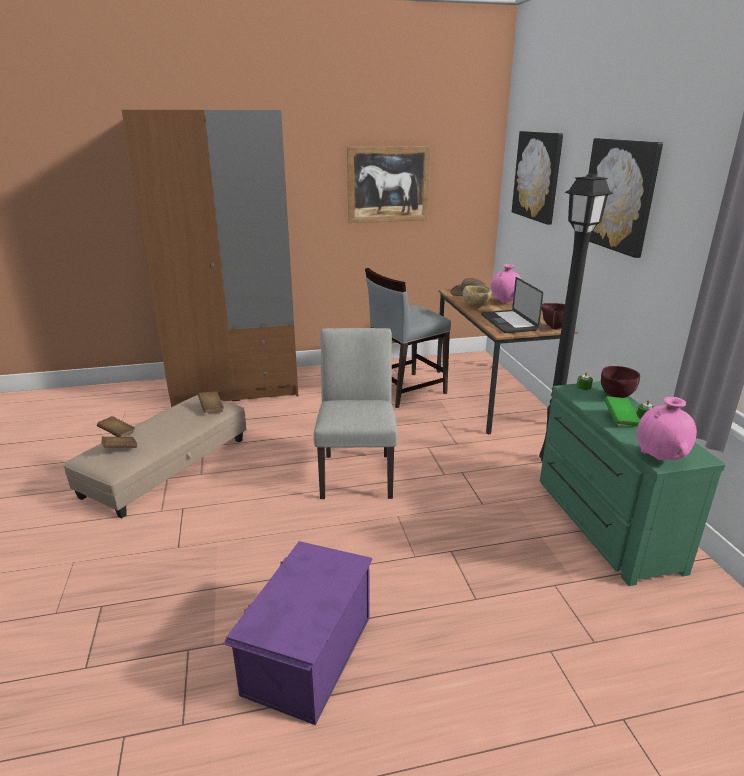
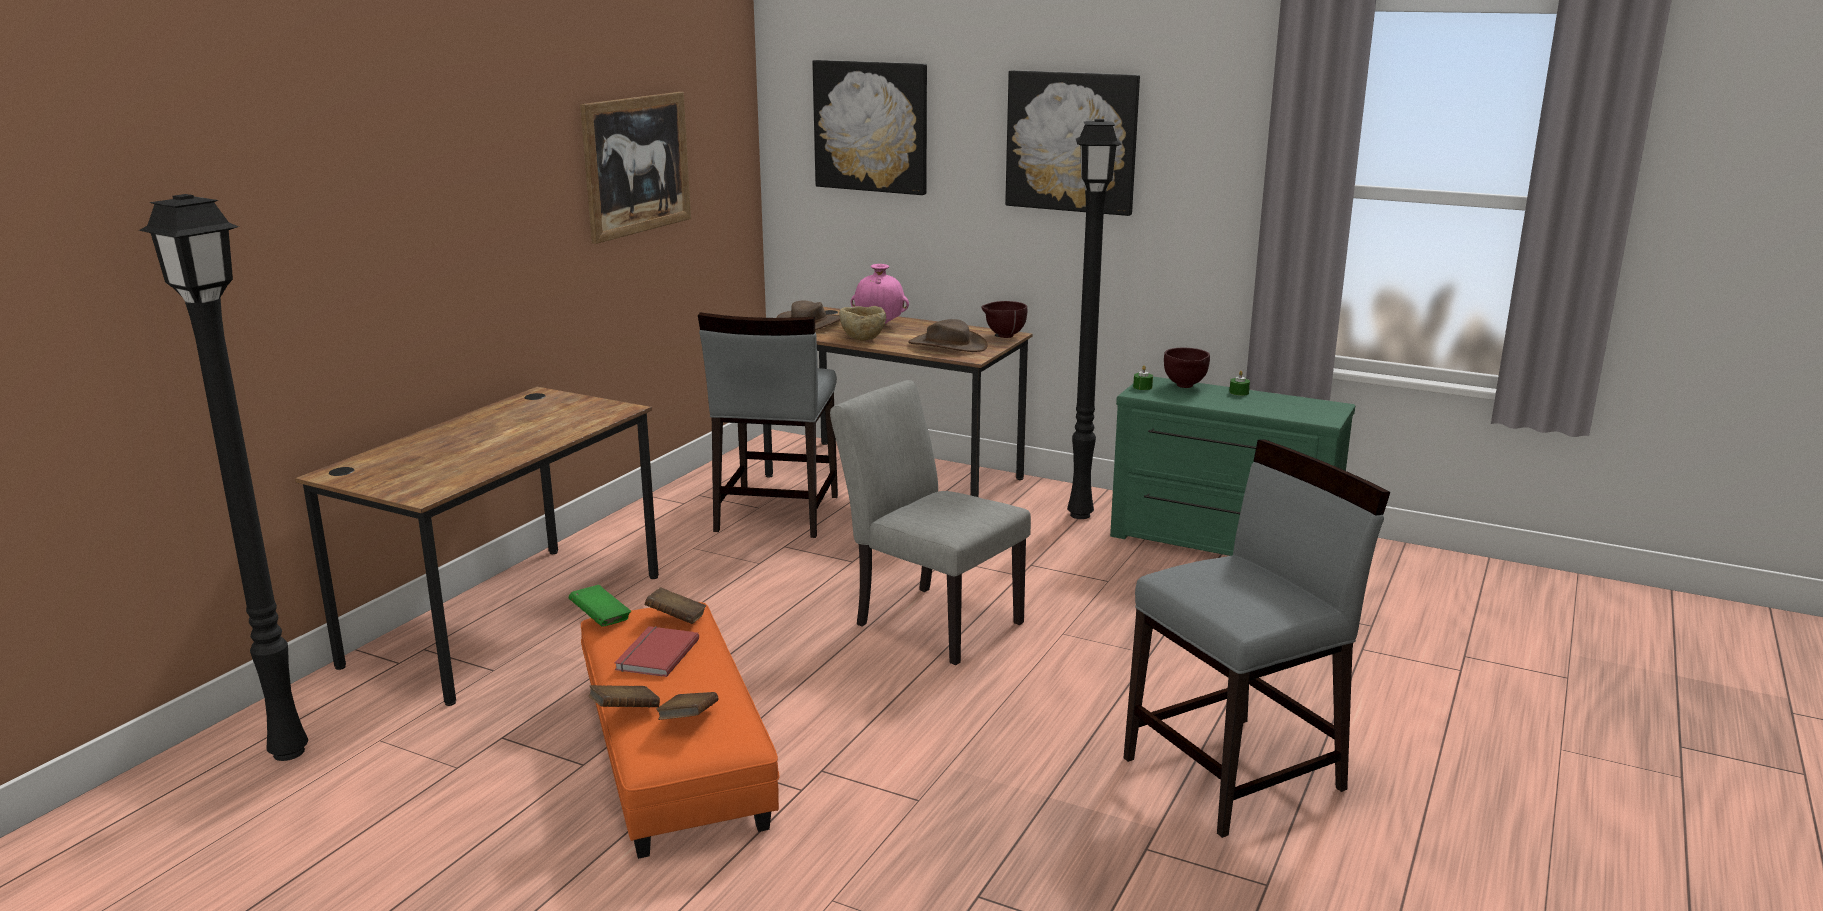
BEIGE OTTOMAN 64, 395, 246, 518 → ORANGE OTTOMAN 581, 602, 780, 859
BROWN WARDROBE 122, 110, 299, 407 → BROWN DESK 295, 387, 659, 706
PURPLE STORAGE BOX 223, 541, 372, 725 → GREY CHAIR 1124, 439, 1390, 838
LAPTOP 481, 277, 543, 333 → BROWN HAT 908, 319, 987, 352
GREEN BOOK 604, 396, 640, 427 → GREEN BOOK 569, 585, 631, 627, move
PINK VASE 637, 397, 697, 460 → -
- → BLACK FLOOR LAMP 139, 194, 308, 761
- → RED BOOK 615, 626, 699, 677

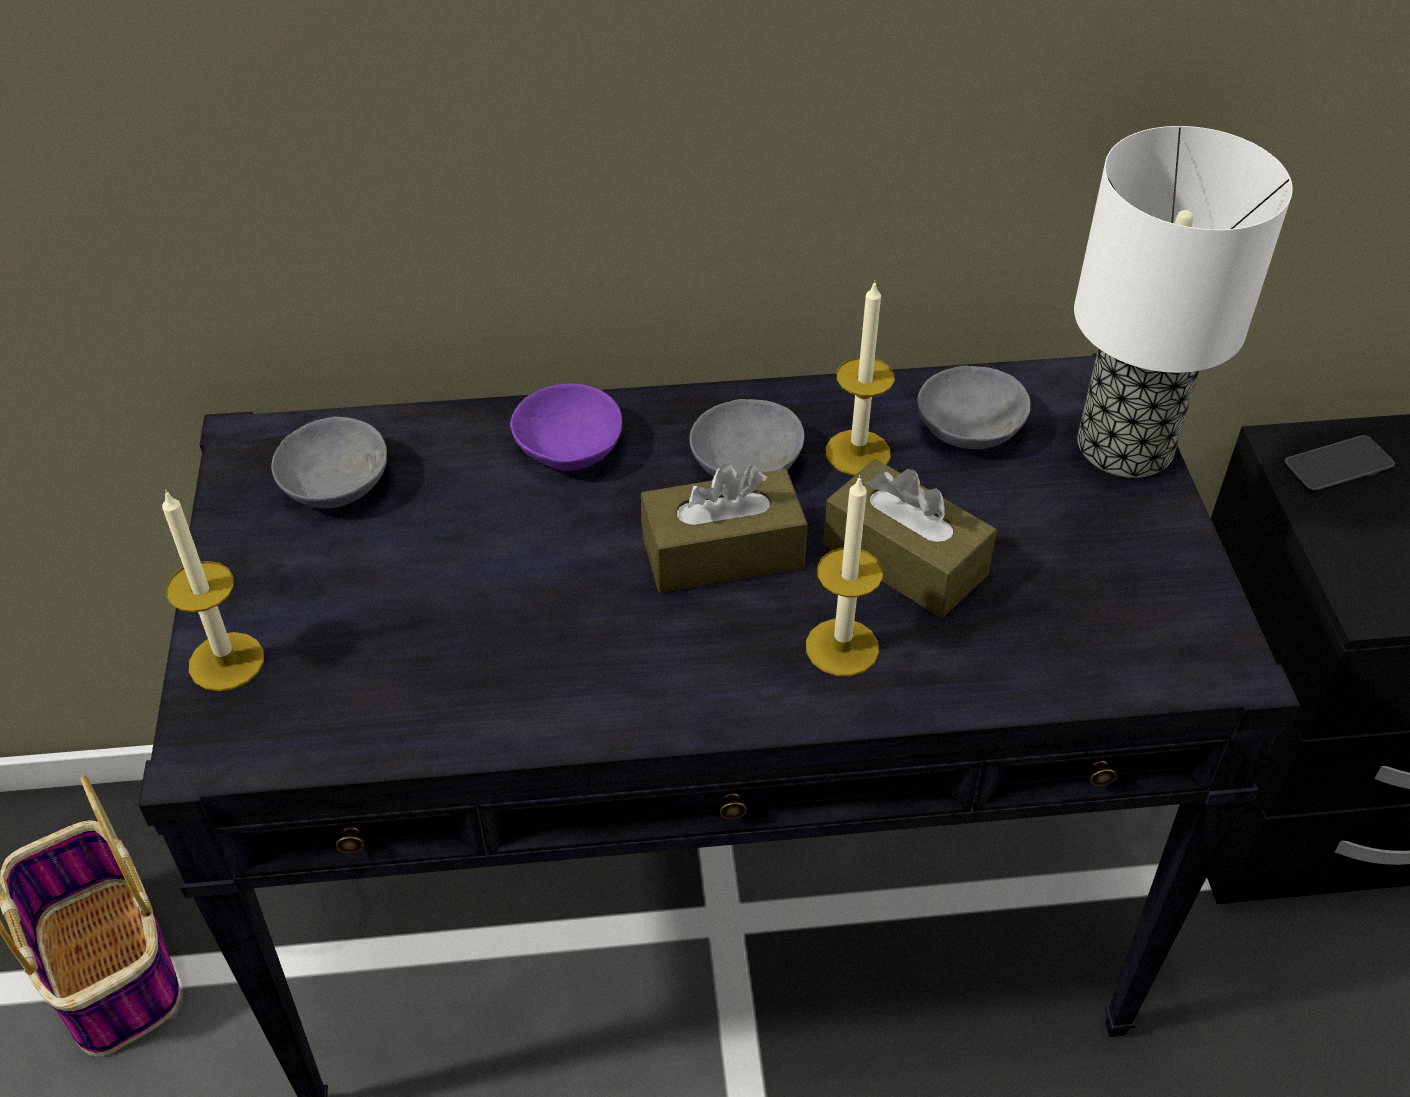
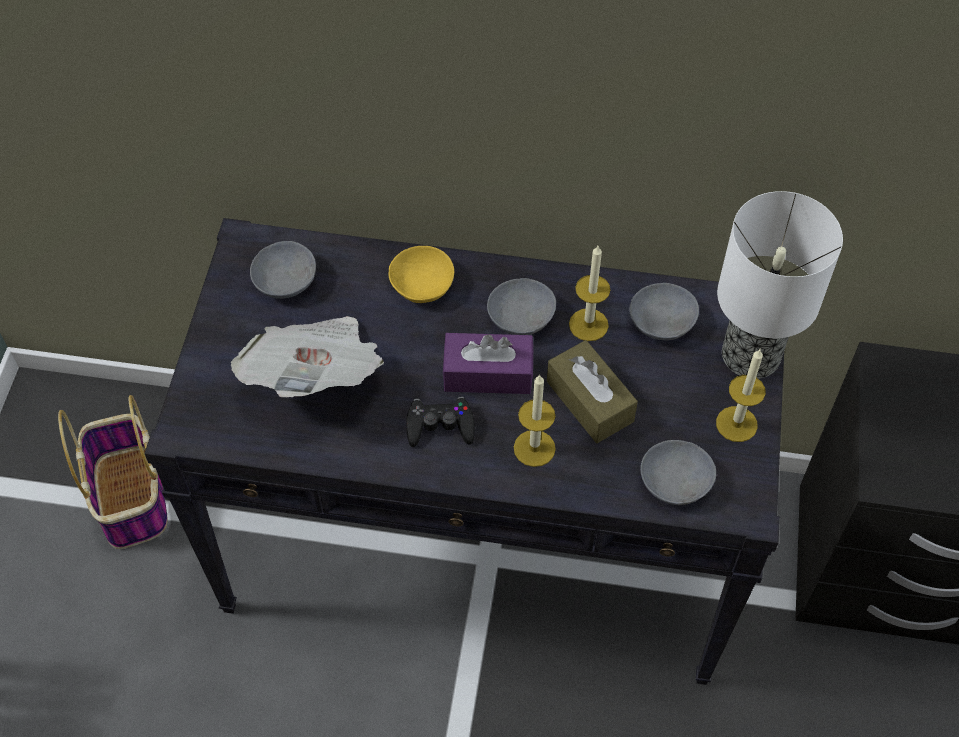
CANDLE 162, 490, 264, 691 → CANDLE 716, 349, 766, 442, move
PURPLE BOWL 510, 383, 622, 471 → YELLOW BOWL 388, 246, 454, 303
BROWN TISSUE BOX 641, 464, 807, 593 → PURPLE TISSUE BOX 443, 333, 533, 394
PHONE 1284, 435, 1395, 492 → -
- → NEWSPAPER 231, 316, 384, 397
- → BLACK GAME CONTROLLER 406, 397, 475, 447
- → GREY BOWL 640, 440, 716, 505

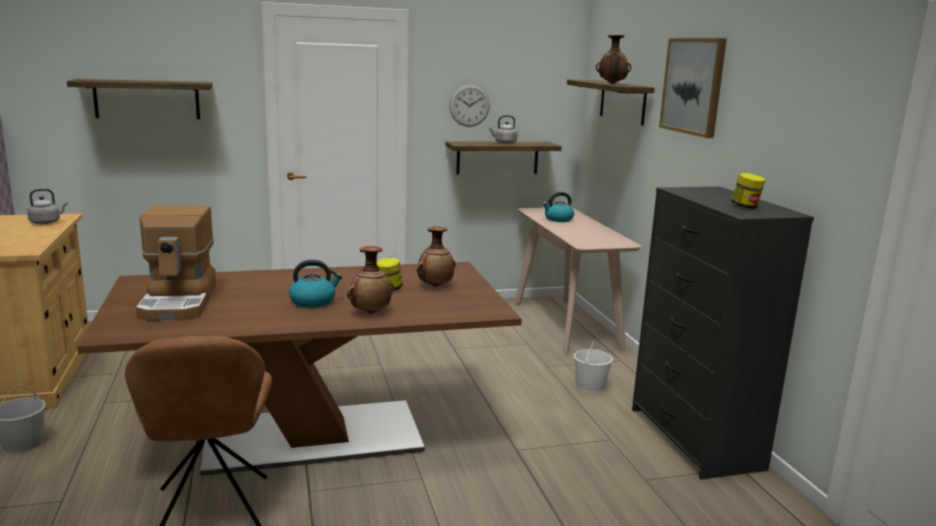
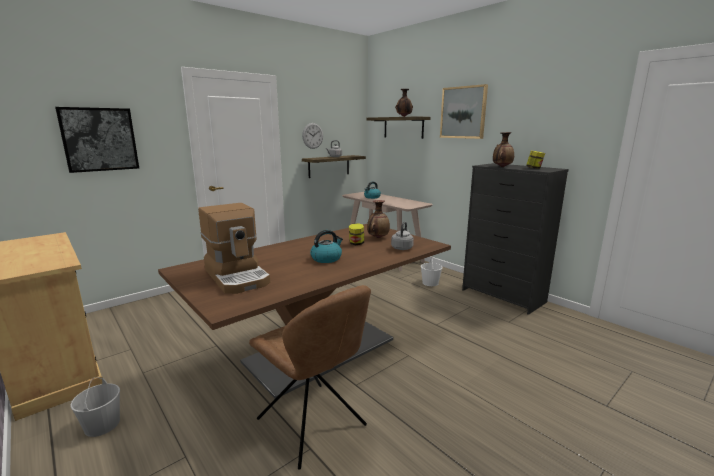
GREY KETTLE 27, 189, 68, 224 → GREY KETTLE 391, 222, 414, 250, move
SHELF 67, 79, 213, 119 → PICTURE 55, 107, 139, 173
VASE 347, 246, 394, 314 → VASE 493, 132, 514, 167, move

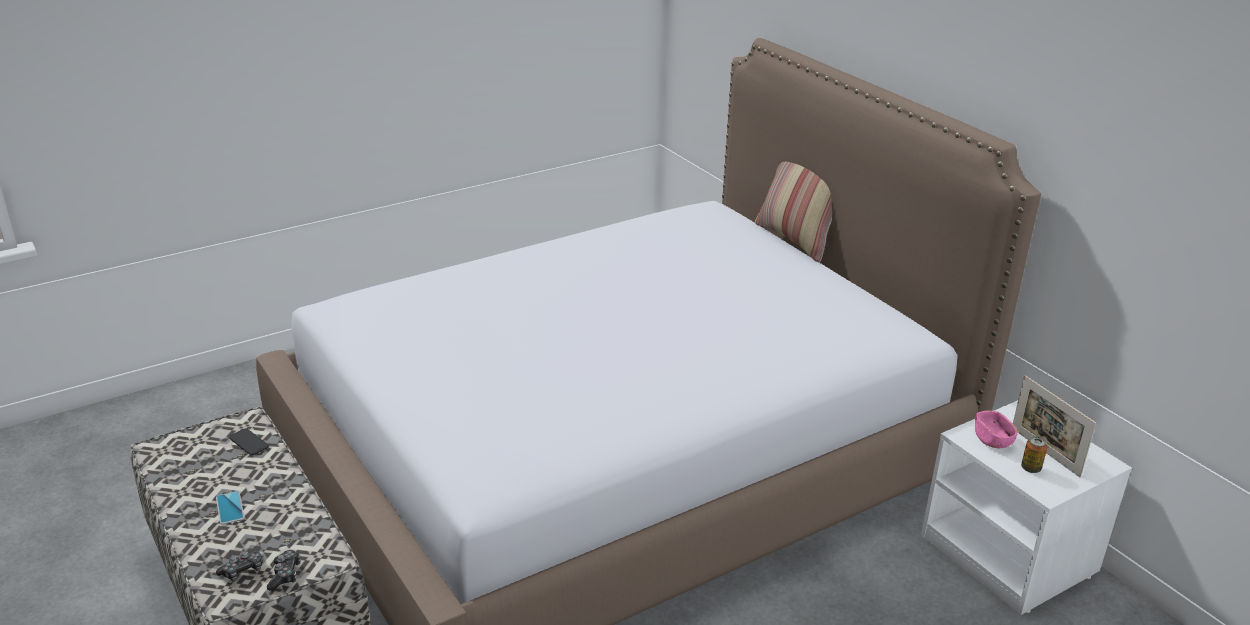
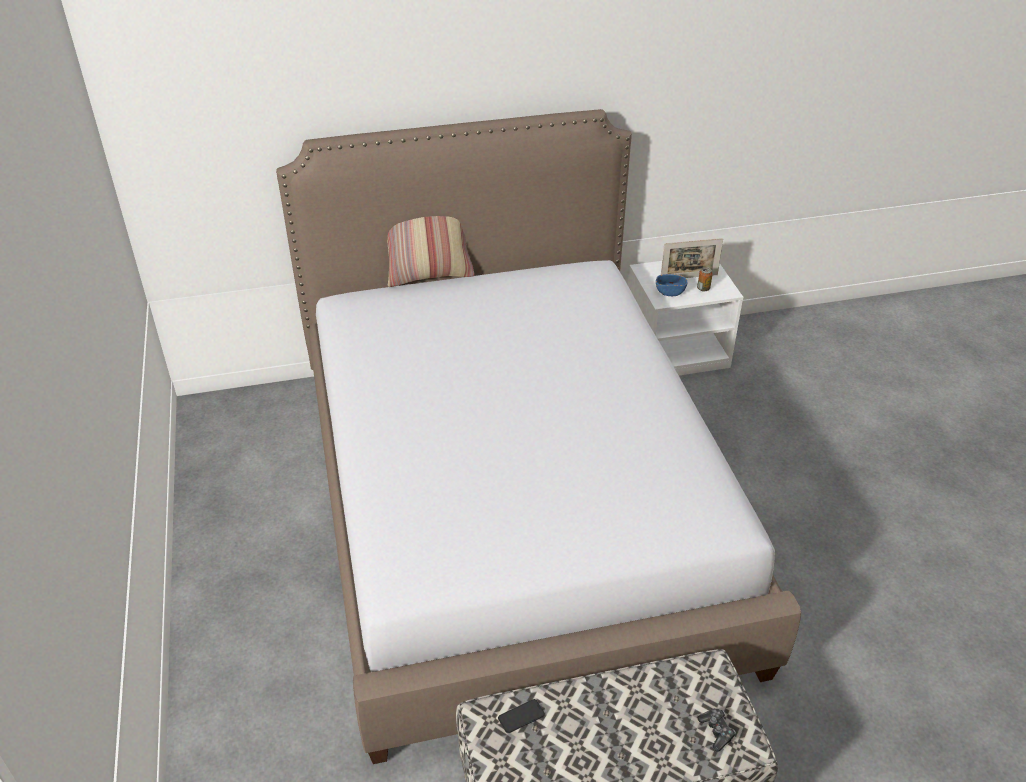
PHONE 216, 491, 244, 525 → -
GAME CONTROLLER 267, 550, 301, 591 → -
PINK BOWL 975, 411, 1018, 448 → BLUE BOWL 656, 274, 687, 296

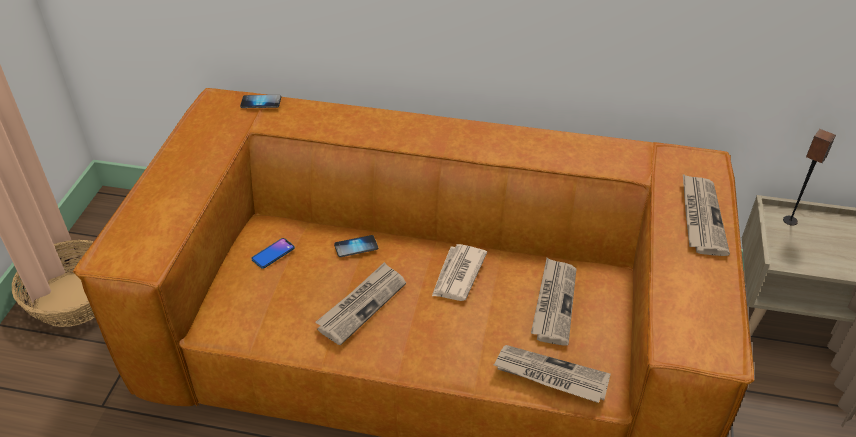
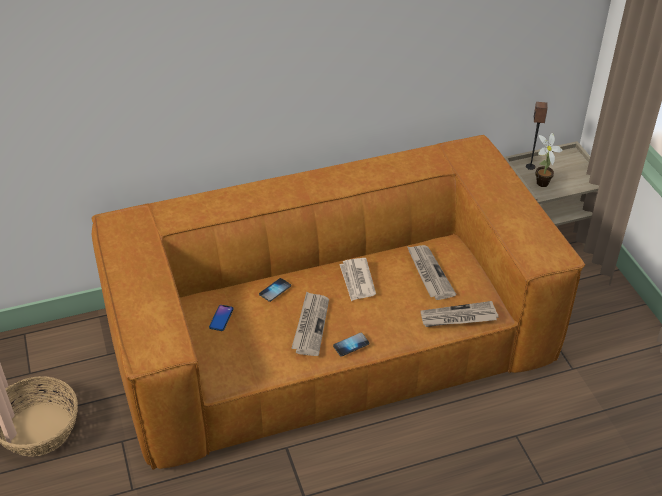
PHONE 240, 95, 281, 108 → PHONE 333, 333, 369, 357, move
NEWSPAPER 683, 174, 730, 256 → -
- → POTTED PLANT 535, 132, 562, 187

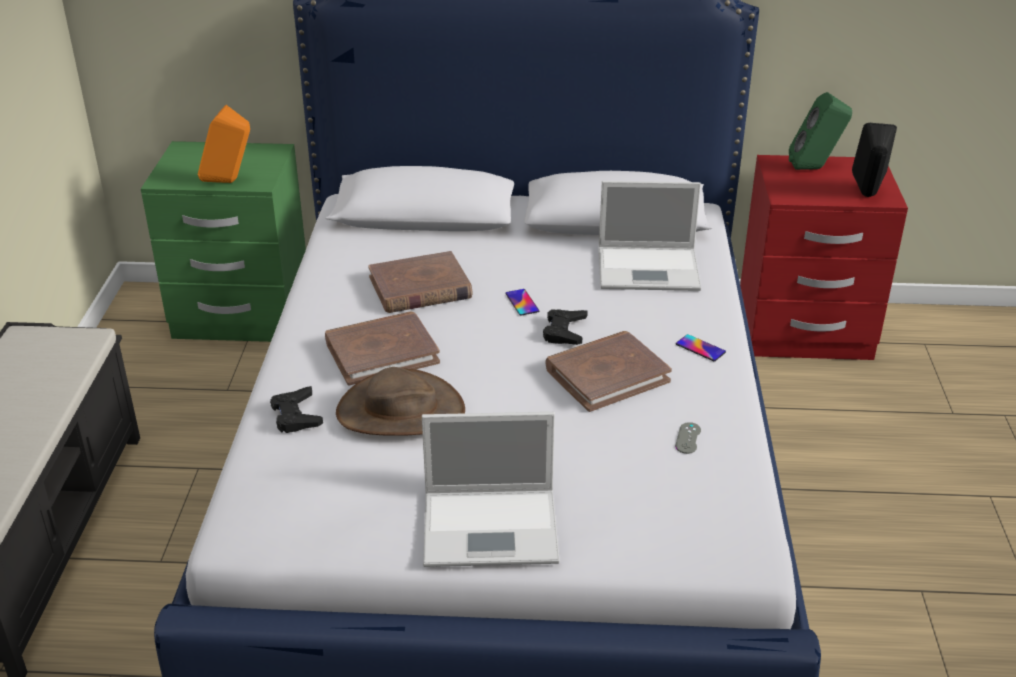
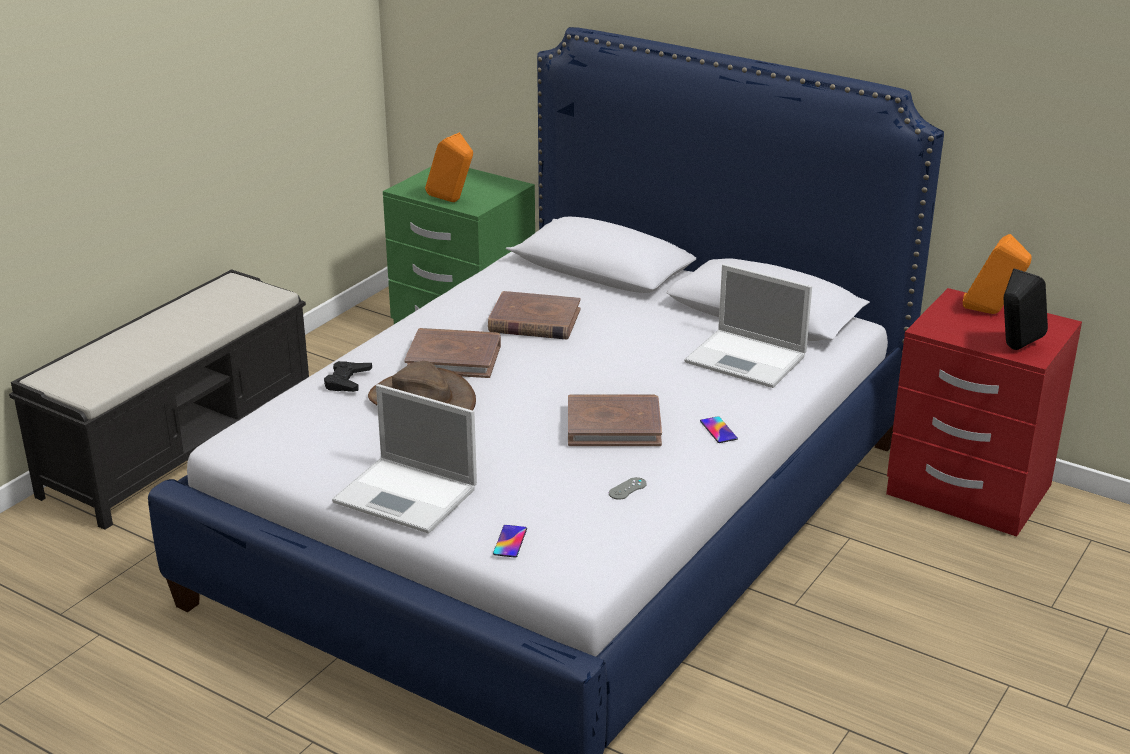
PHONE 505, 289, 539, 316 → PHONE 493, 525, 527, 558, move
BLACK GAME CONTROLLER 543, 309, 588, 345 → -
GREEN SPEAKER 789, 92, 852, 170 → ORANGE SPEAKER 963, 234, 1031, 314

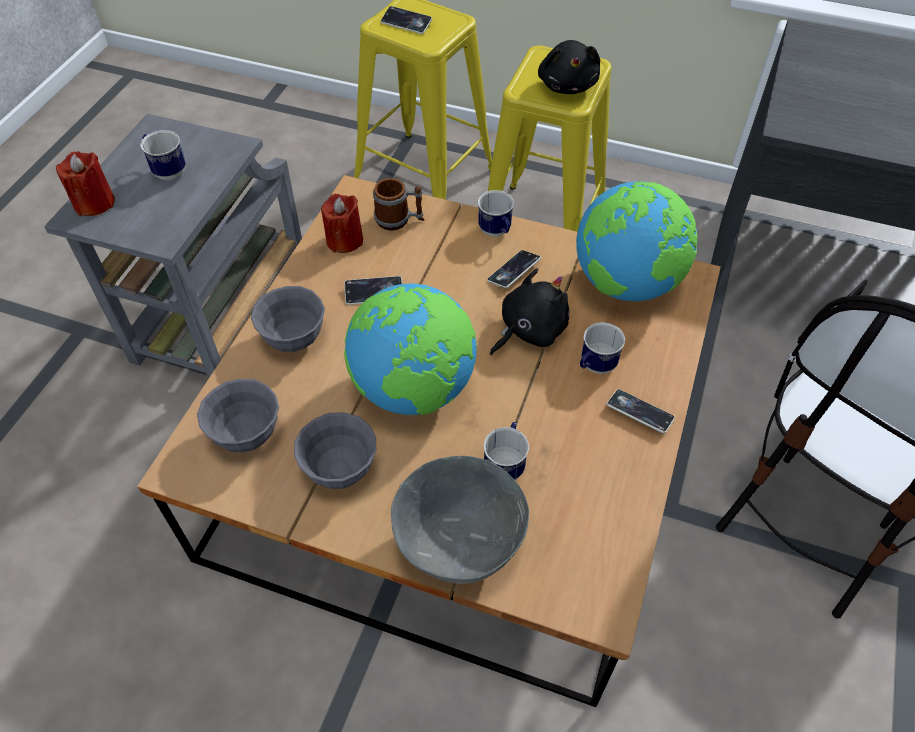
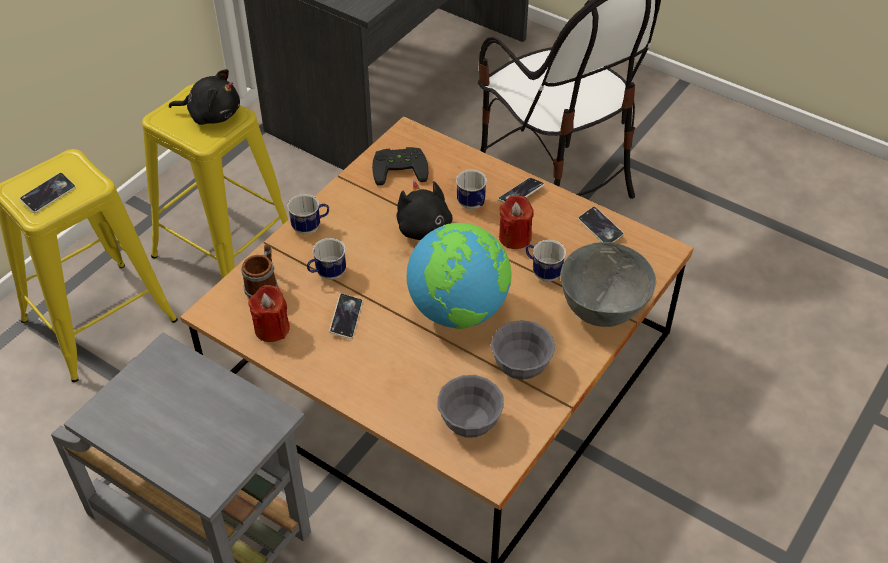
RED CANDLE 56, 151, 115, 216 → RED CANDLE 499, 195, 534, 249, move
MUG 140, 130, 186, 180 → MUG 307, 238, 346, 280, move
GREY BOWL 251, 286, 325, 352 → -
PHONE 487, 250, 541, 288 → PHONE 578, 206, 624, 243, move
GLOBE 576, 181, 698, 301 → BLACK GAME CONTROLLER 372, 147, 428, 185

